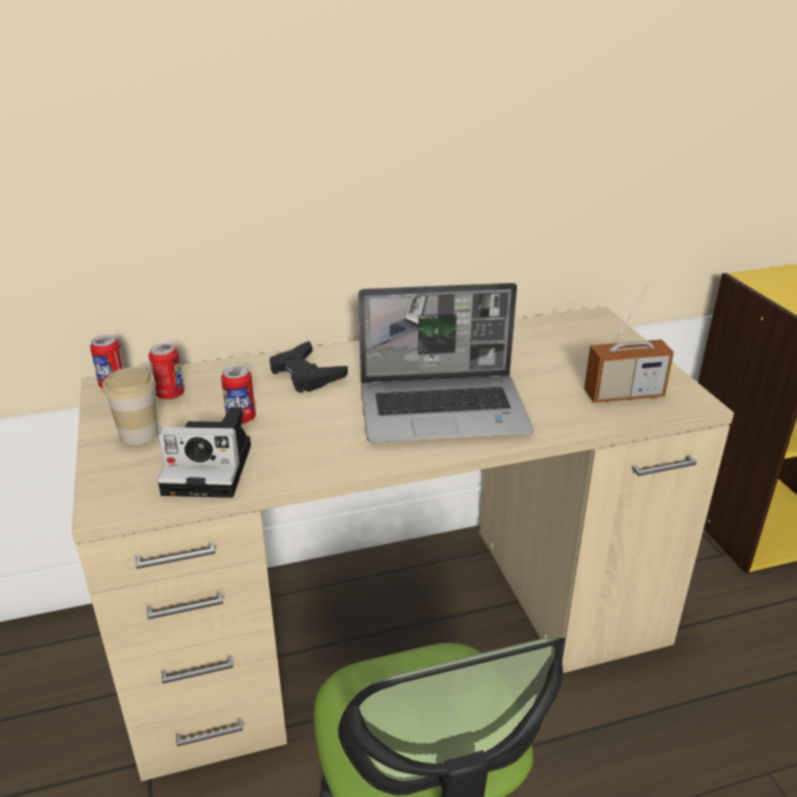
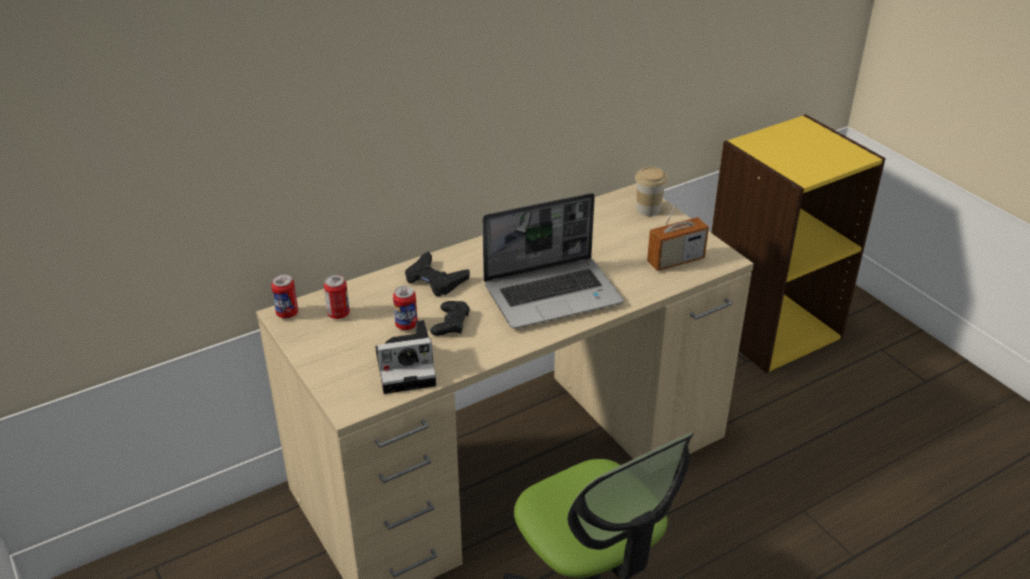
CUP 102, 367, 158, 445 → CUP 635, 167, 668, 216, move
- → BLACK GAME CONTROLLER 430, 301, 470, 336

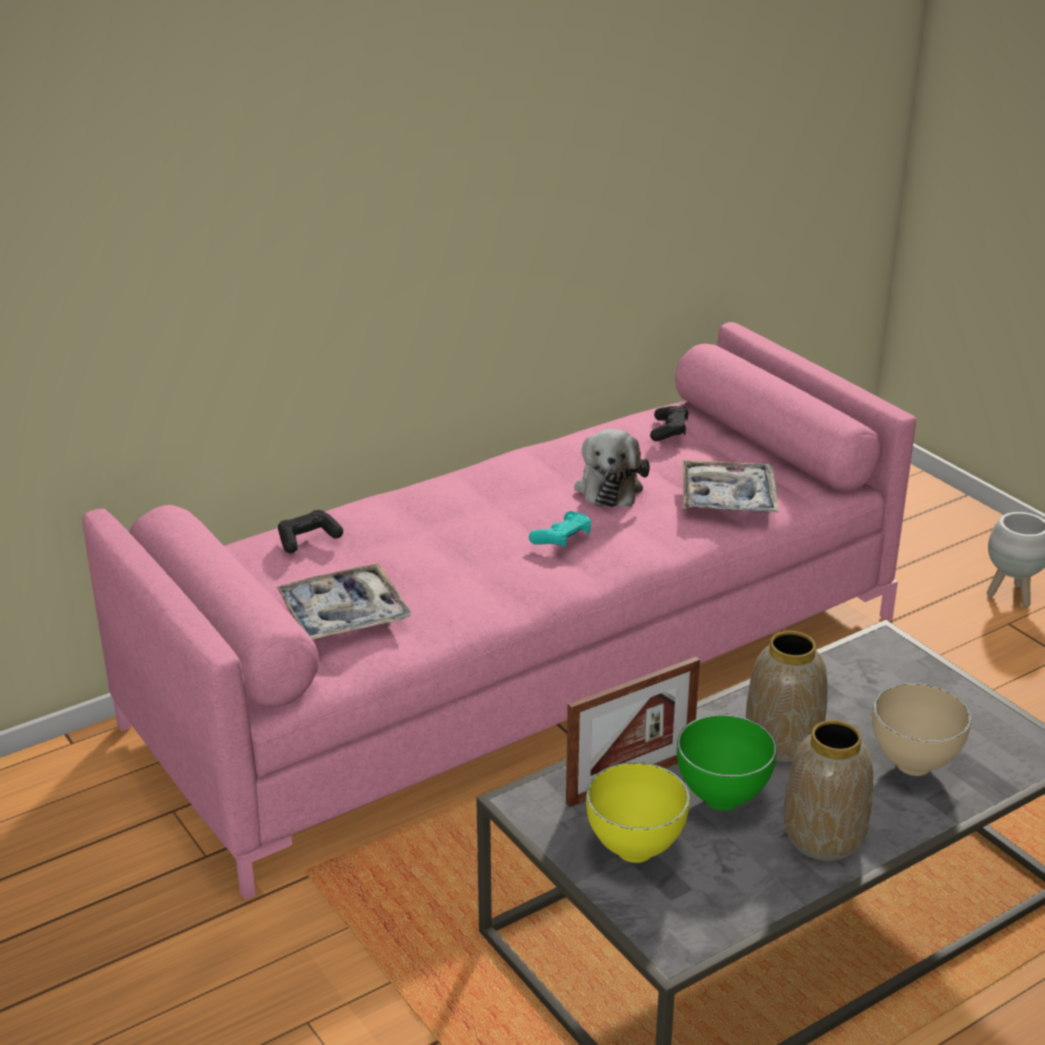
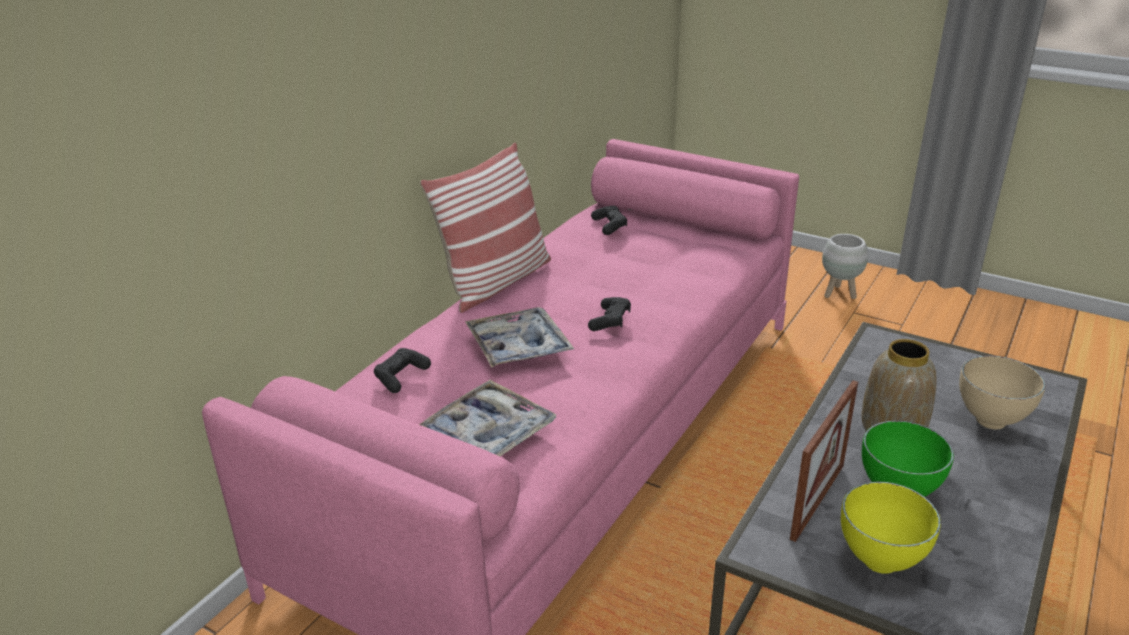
TURQUOISE GAME CONTROLLER 529, 511, 591, 548 → BLACK GAME CONTROLLER 588, 297, 631, 331
PLUSH TOY 575, 429, 650, 507 → -
TRAY 683, 460, 779, 512 → TRAY 465, 307, 574, 368, move
VASE 784, 720, 873, 861 → -
- → PILLOW 420, 142, 551, 313

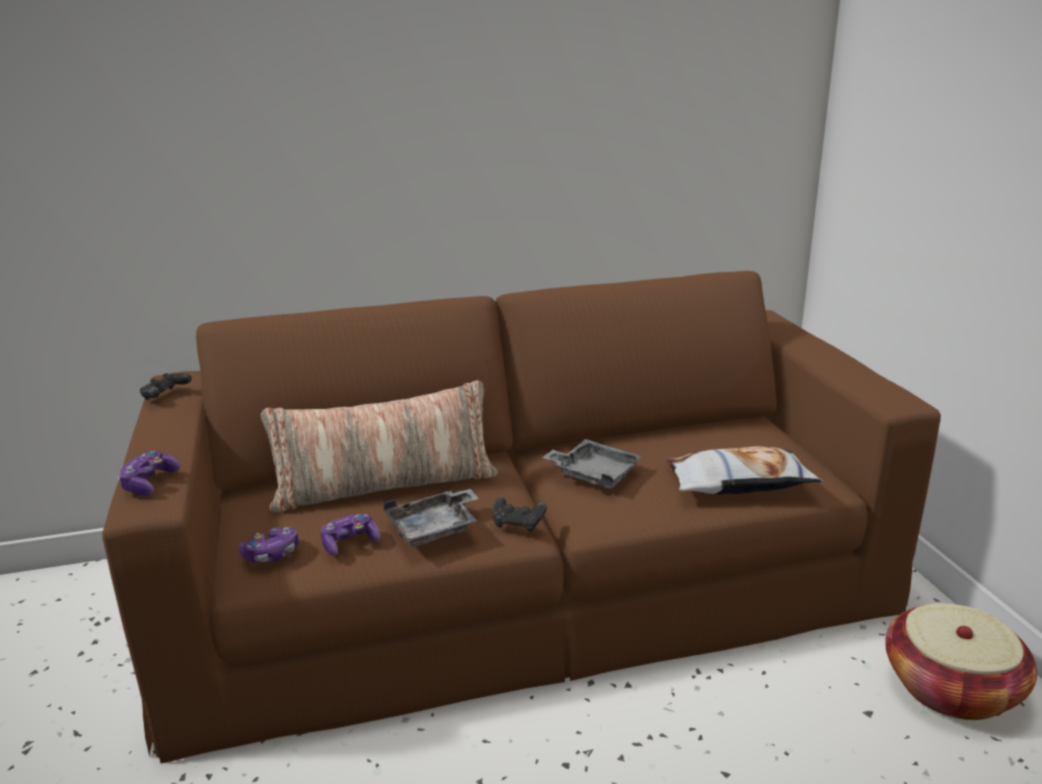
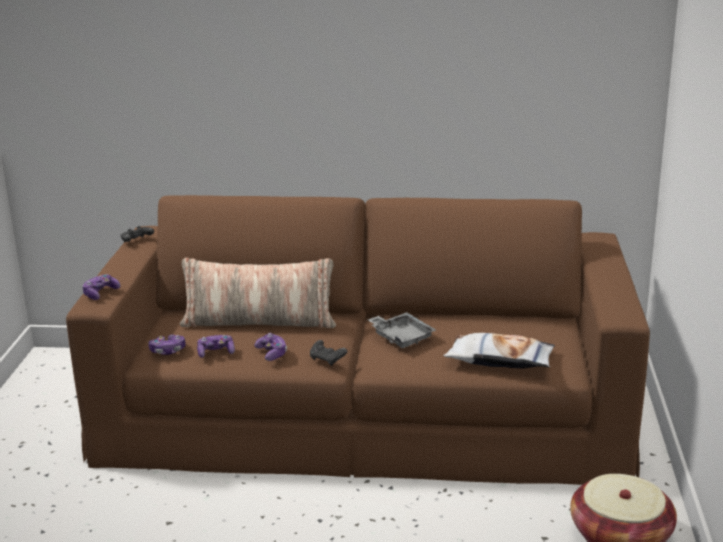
GREY TRAY 384, 489, 479, 547 → GAME CONTROLLER 254, 333, 287, 361

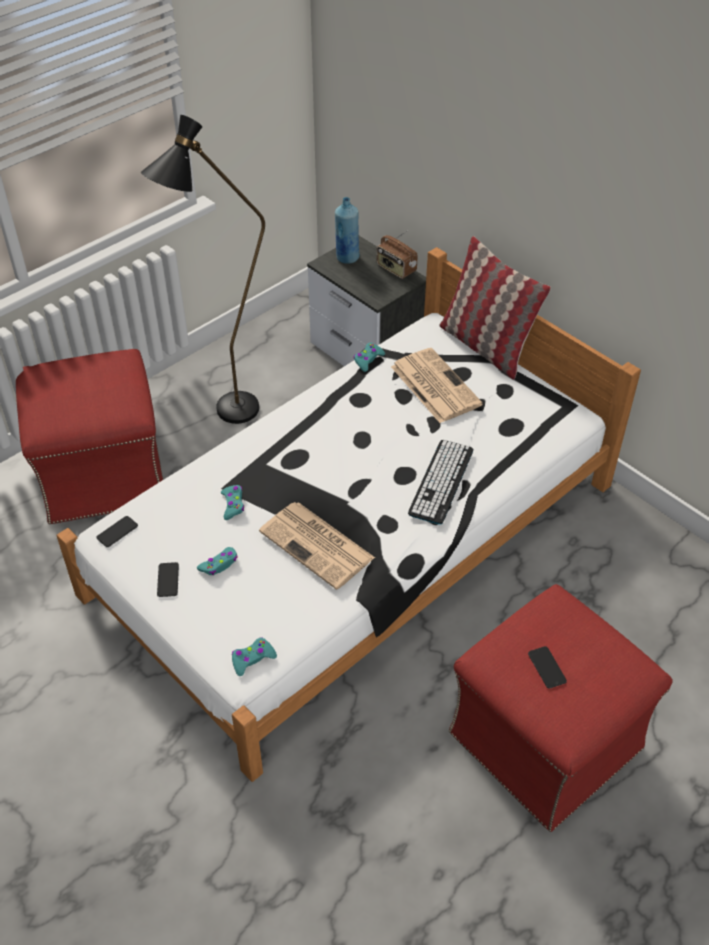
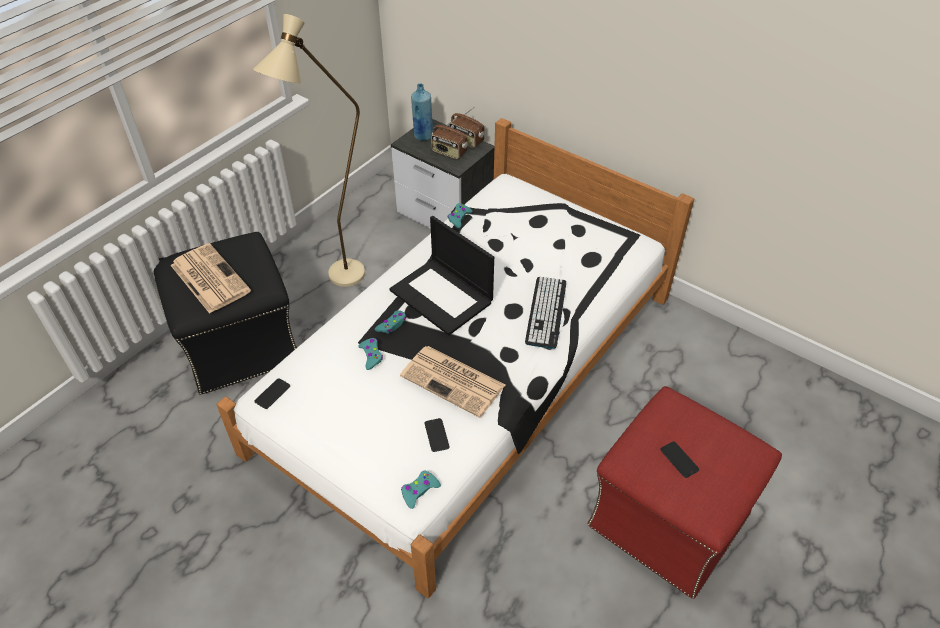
RED OTTOMAN 16, 349, 163, 524 → BLACK OTTOMAN 153, 232, 297, 395
BLACK FLOOR LAMP 141, 115, 265, 424 → BEIGE FLOOR LAMP 253, 14, 365, 287
PHONE 157, 562, 179, 597 → PHONE 425, 418, 450, 452, move
TURQUOISE GAME CONTROLLER 197, 547, 238, 575 → TURQUOISE GAME CONTROLLER 375, 311, 407, 333, move
NEWSPAPER 391, 348, 483, 423 → NEWSPAPER 170, 243, 251, 314, move
PILLOW 439, 236, 551, 380 → -
- → LAPTOP 389, 216, 494, 335
- → RADIO 431, 117, 468, 160

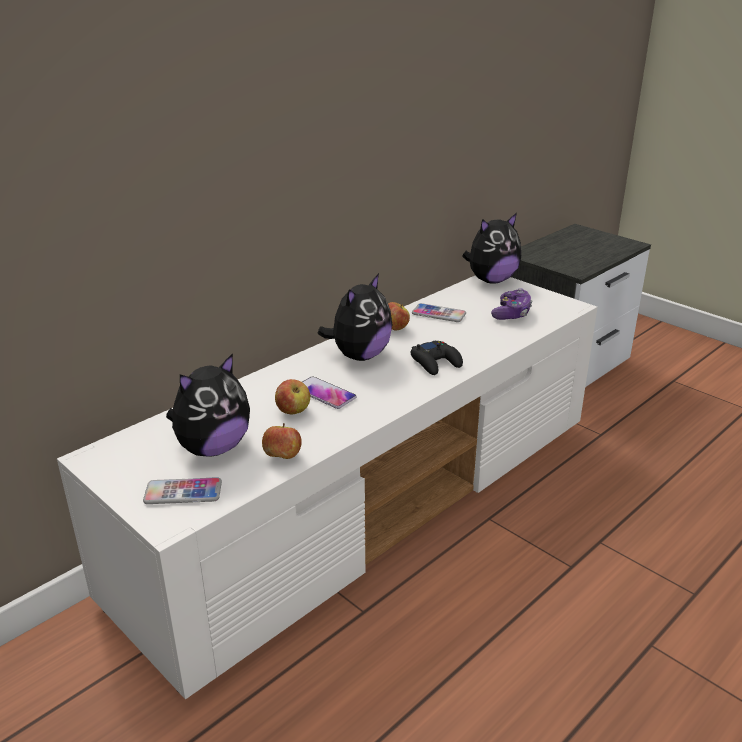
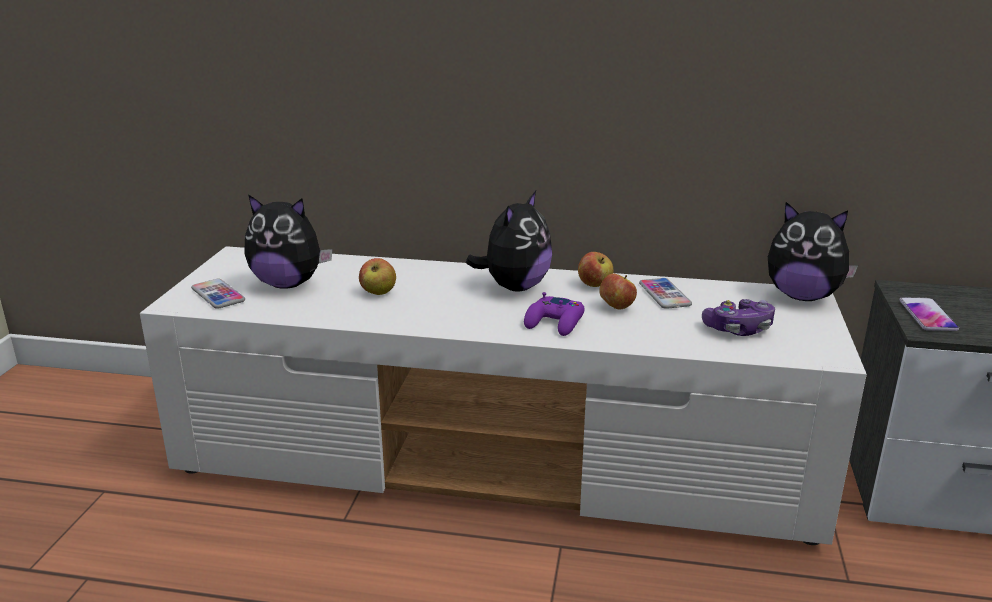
APPLE 262, 423, 302, 459 → APPLE 599, 274, 637, 310, move
PHONE 302, 376, 357, 409 → PHONE 899, 297, 959, 331, move
PLUSH TOY 318, 273, 392, 361 → PLUSH TOY 466, 191, 552, 292, 60 degrees counterclockwise
BLACK GAME CONTROLLER 411, 340, 463, 375 → PURPLE GAME CONTROLLER 524, 292, 584, 336

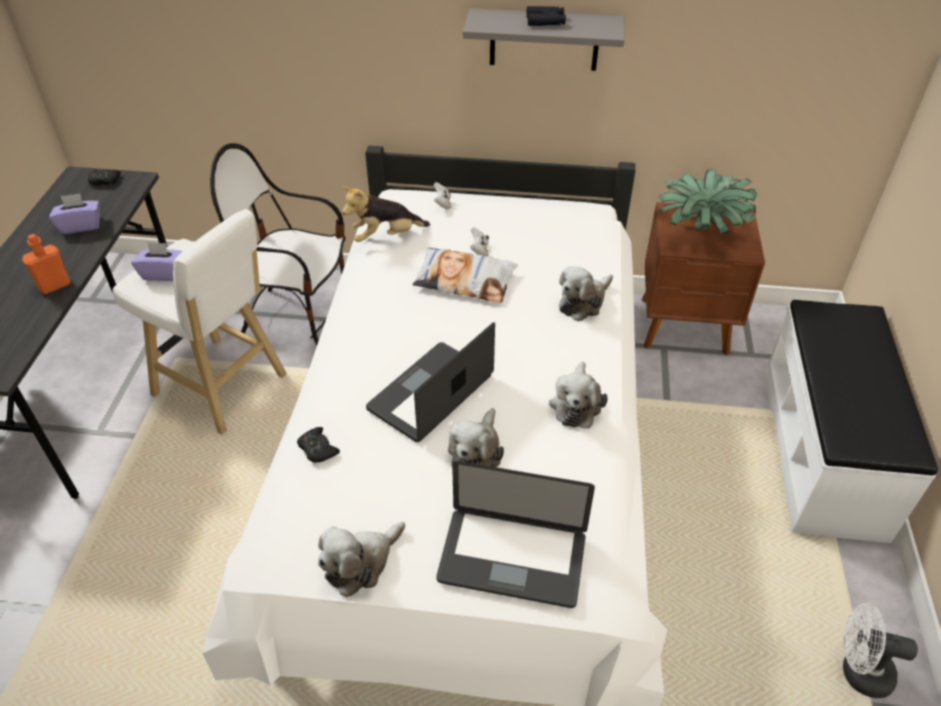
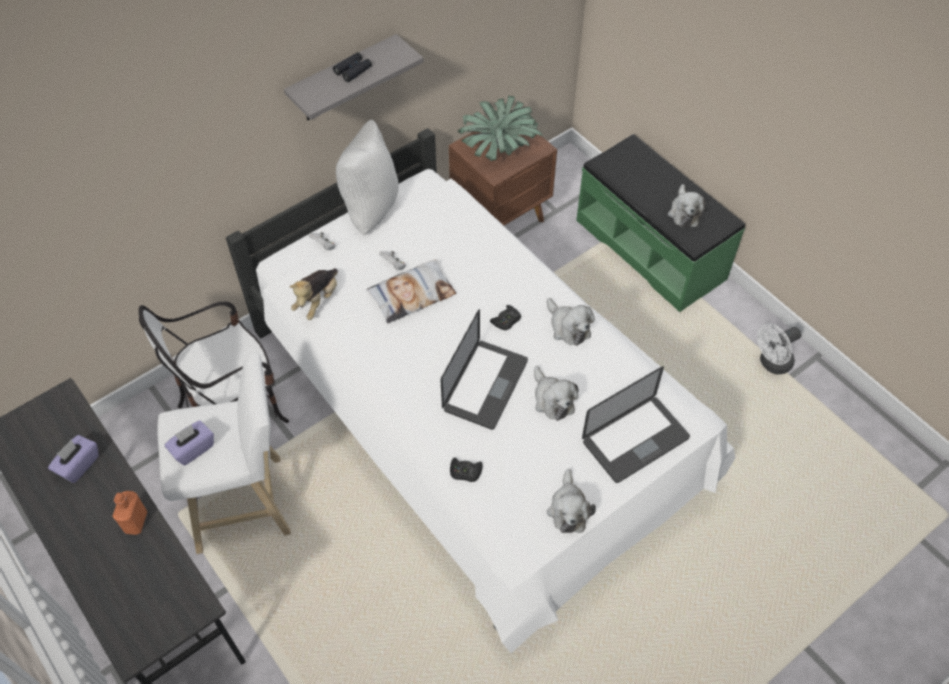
BLACK GAME CONTROLLER 88, 169, 121, 186 → BLACK GAME CONTROLLER 490, 305, 521, 330, move
LAPTOP 366, 322, 495, 442 → LAPTOP 441, 309, 528, 430, 150 degrees counterclockwise
PLUSH TOY 559, 266, 613, 321 → PLUSH TOY 668, 184, 707, 227, move
WHITE BENCH 764, 300, 938, 543 → GREEN BENCH 576, 134, 745, 312
- → WHITE PILLOW 336, 119, 399, 235

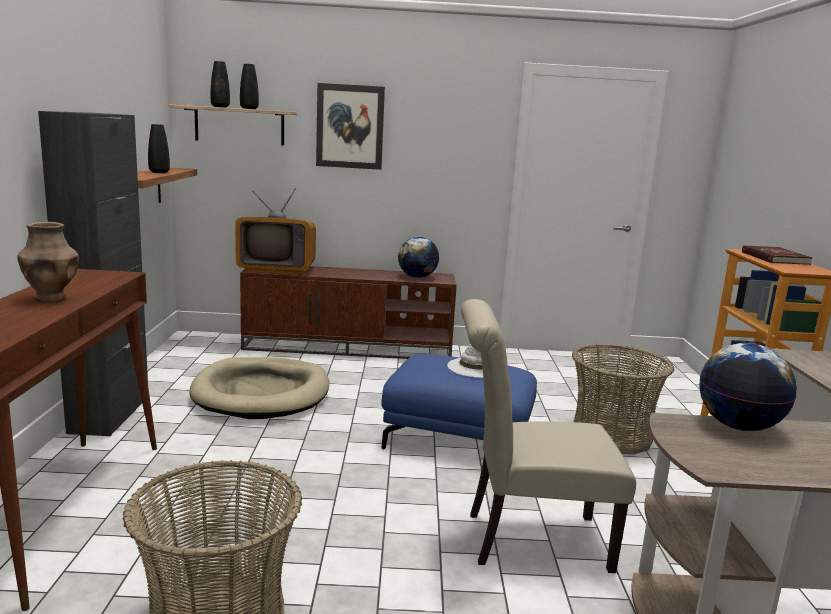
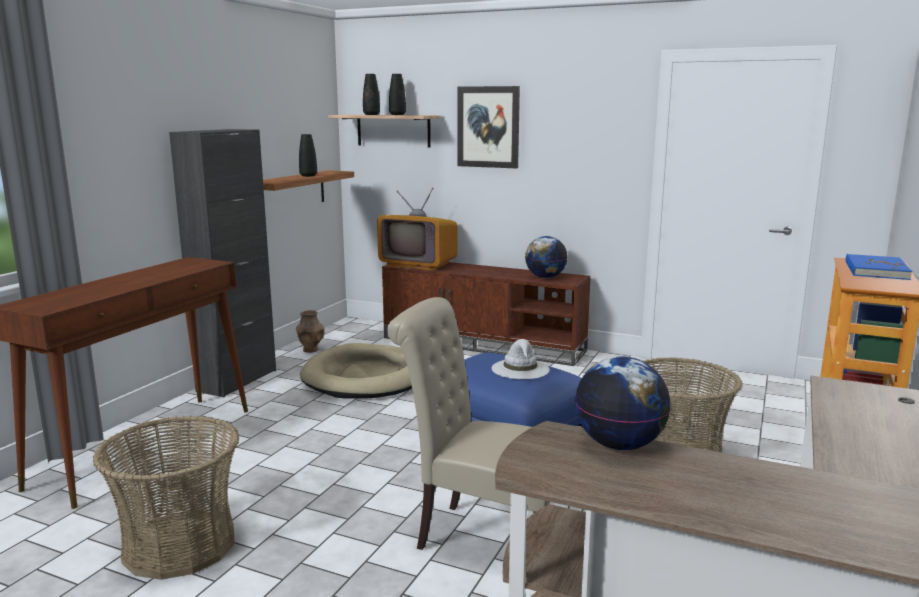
BROWN VASE 17, 222, 79, 302 → BROWN VASE 296, 310, 325, 353, move
RED BOOK 742, 245, 813, 265 → BLUE BOOK 846, 254, 912, 280

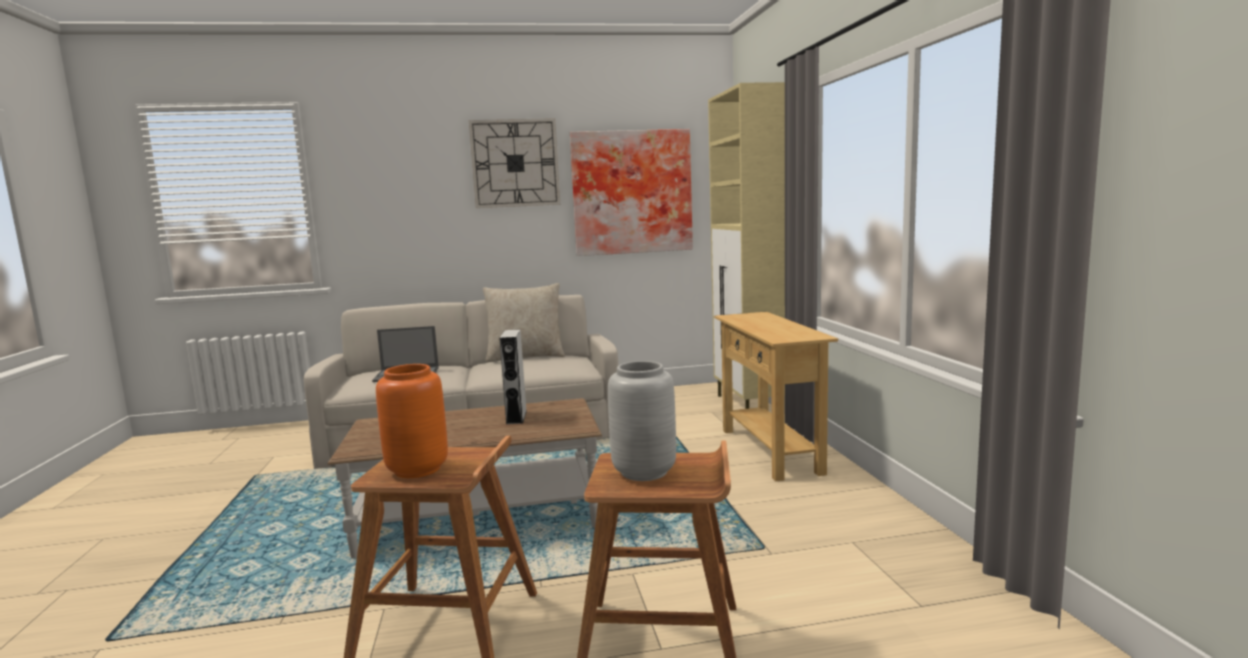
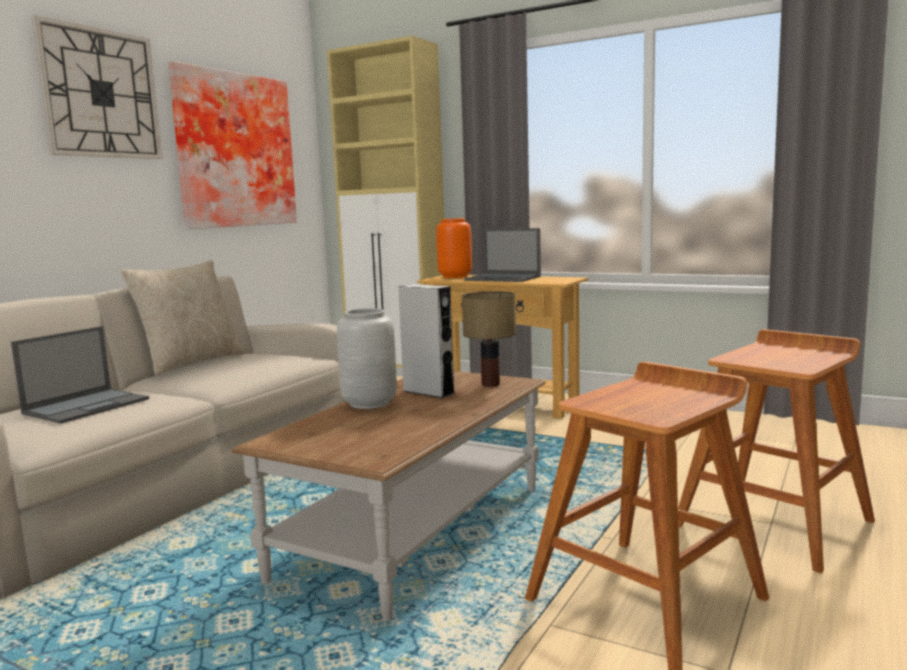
ORANGE VASE 376, 364, 448, 478 → ORANGE VASE 436, 218, 472, 278, move
GREY VASE 608, 361, 676, 481 → GREY VASE 337, 308, 397, 409, move
- → TABLE LAMP 462, 292, 516, 387
- → LAPTOP 464, 228, 541, 282

